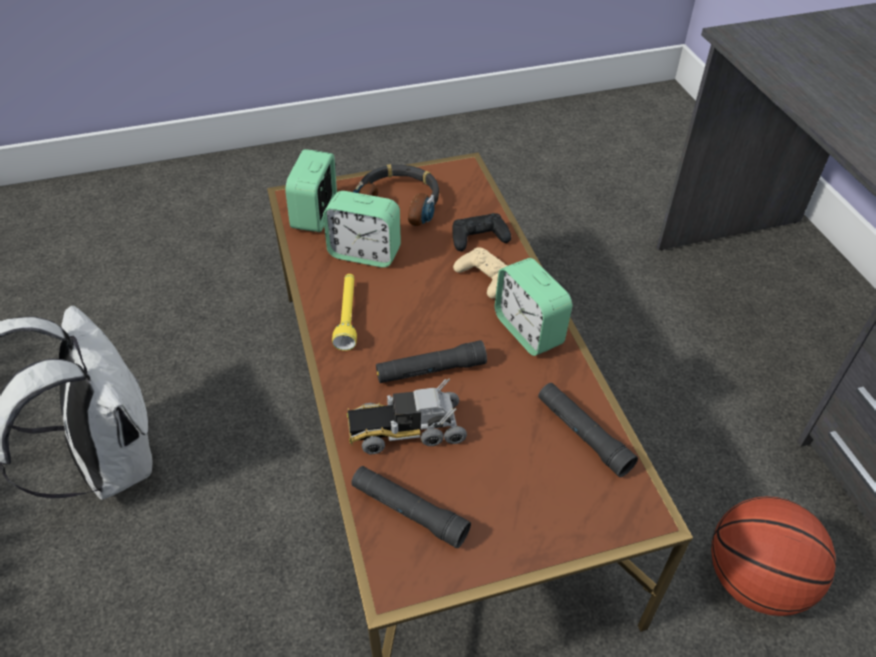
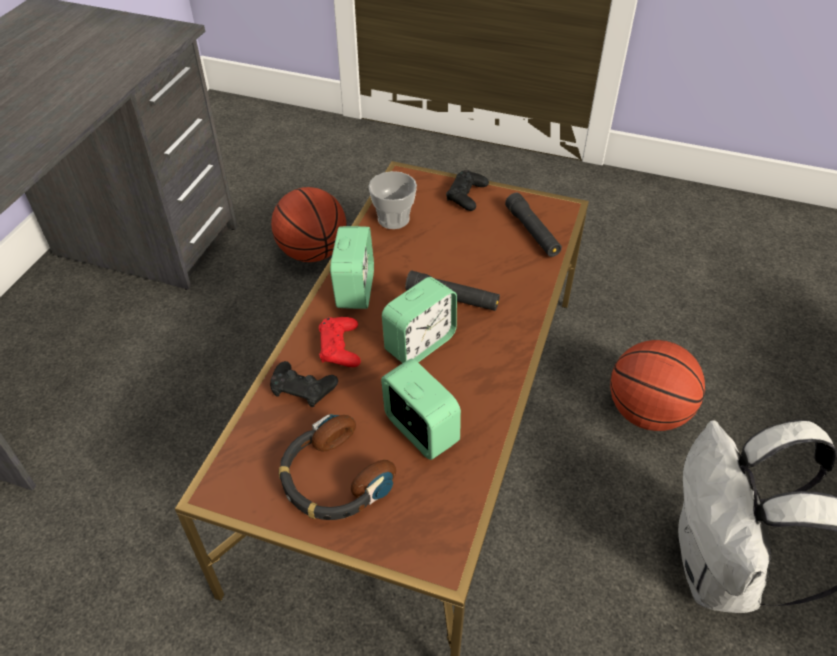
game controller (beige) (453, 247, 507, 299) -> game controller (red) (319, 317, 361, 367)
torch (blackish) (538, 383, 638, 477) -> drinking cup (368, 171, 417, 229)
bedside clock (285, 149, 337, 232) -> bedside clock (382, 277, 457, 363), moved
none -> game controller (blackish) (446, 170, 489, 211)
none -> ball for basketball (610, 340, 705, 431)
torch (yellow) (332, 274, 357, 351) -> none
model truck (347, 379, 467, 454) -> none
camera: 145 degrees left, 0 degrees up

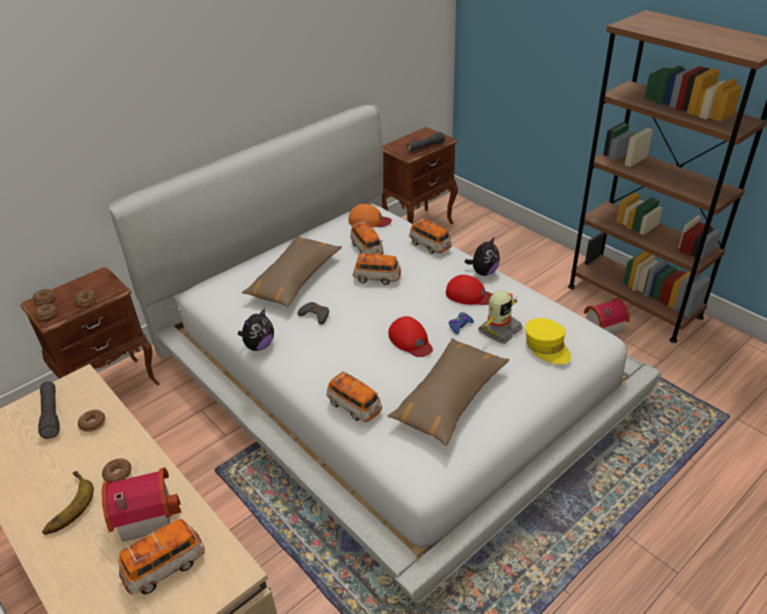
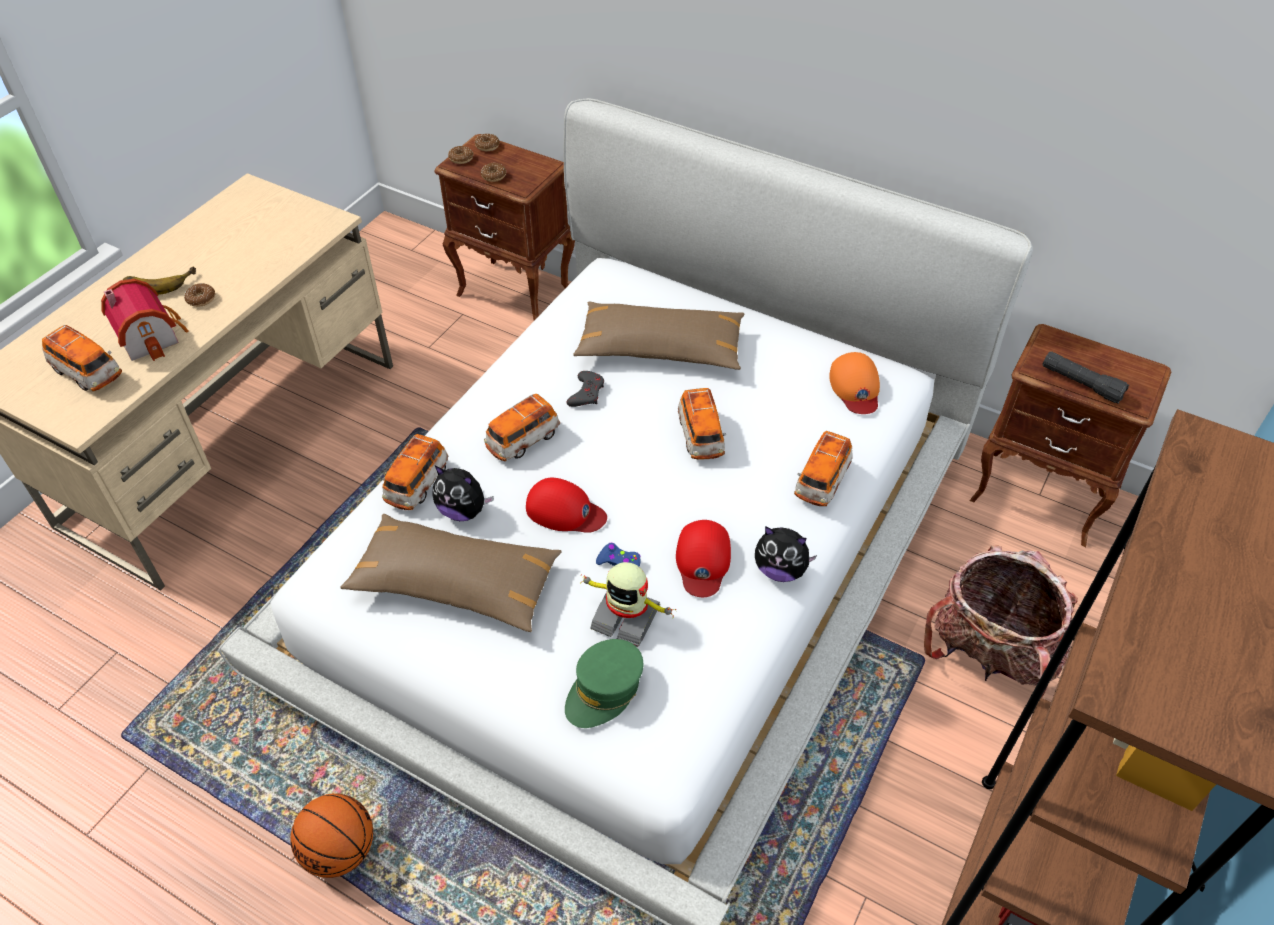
none -> ball for basketball (290, 794, 373, 878)
soft toy (238, 308, 274, 351) -> soft toy (433, 466, 494, 521), moved
miniature car (350, 221, 384, 254) -> miniature car (484, 394, 560, 461), moved
peaked cap (red) (388, 316, 433, 357) -> peaked cap (red) (526, 478, 607, 533), 105 degrees counterclockwise
peaked cap (yellow) (525, 318, 571, 364) -> peaked cap (green-coloured) (565, 639, 643, 728)
none -> backpack (924, 545, 1077, 698)
torch (blackish) (38, 381, 60, 439) -> none
ring doughnut (78, 410, 105, 432) -> none
model house (584, 298, 630, 335) -> none
camera: 70 degrees right, 10 degrees up

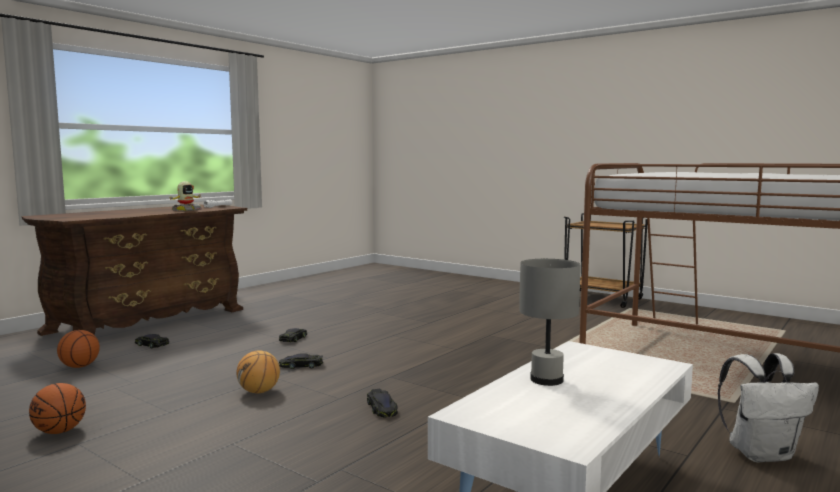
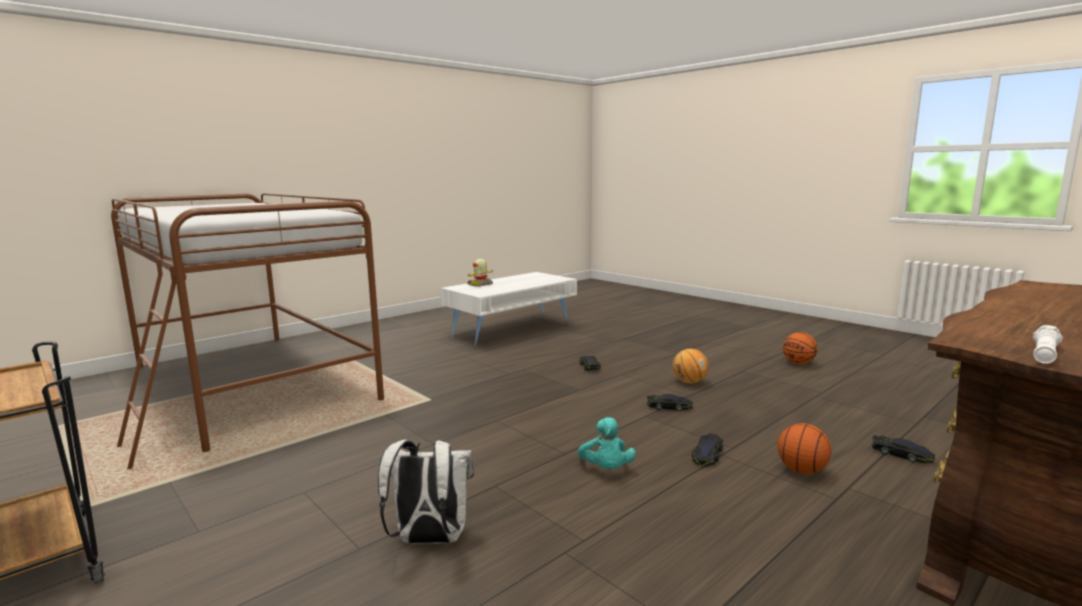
backpack (whitish) (717, 353, 819, 463) -> backpack (whitish) (378, 440, 474, 544), moved
toy robot (168, 181, 202, 211) -> toy robot (467, 259, 493, 287), moved
none -> soft toy (turquoise-coloured) (578, 417, 636, 469)
ball for basketball (57, 330, 100, 368) -> ball for basketball (778, 423, 831, 474), moved
lamp for a table (greyish) (519, 259, 580, 386) -> none
camera: 170 degrees left, 5 degrees up

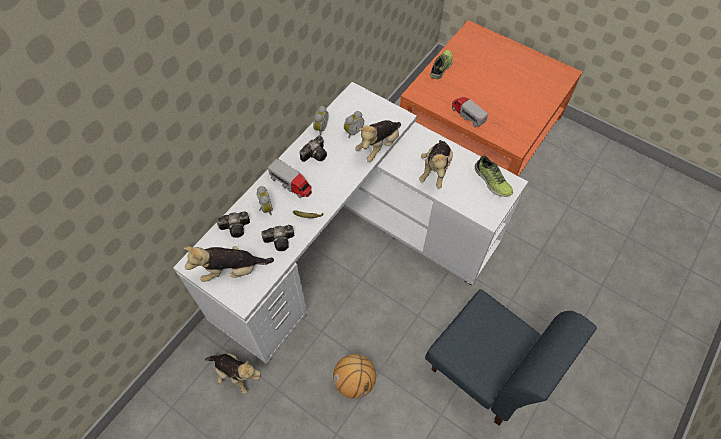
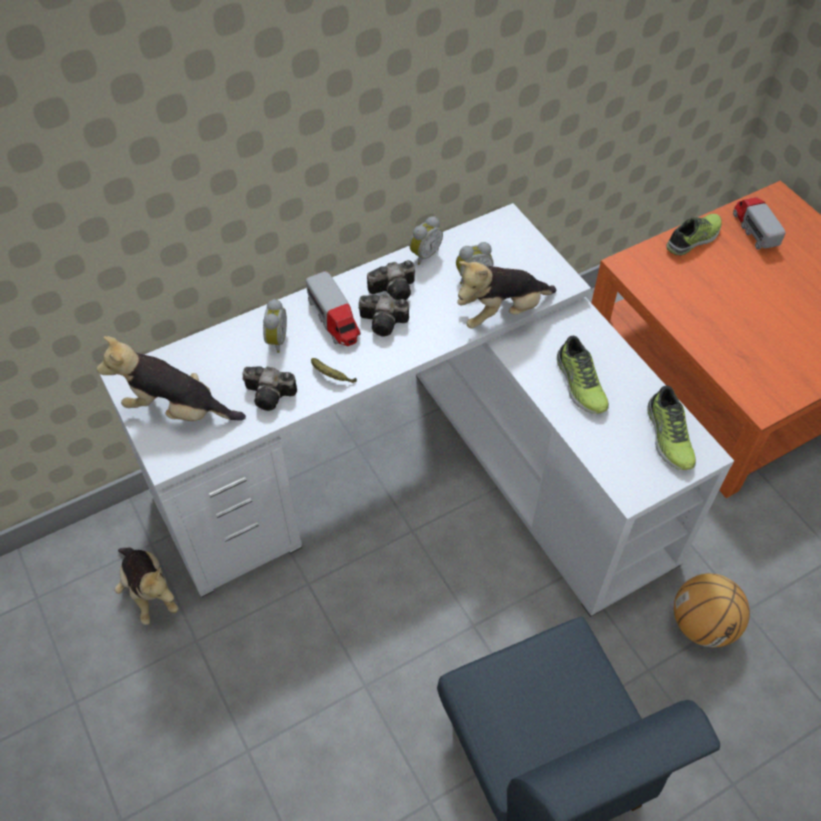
photo camera (217, 211, 250, 238) -> photo camera (359, 294, 409, 337), moved
soft toy (419, 140, 453, 188) -> low shoe (557, 336, 609, 414)
ball for basketball (333, 354, 376, 399) -> ball for basketball (674, 573, 750, 647), moved
model truck (452, 97, 488, 128) -> model truck (733, 197, 786, 250), moved
camera: 25 degrees right, 5 degrees down

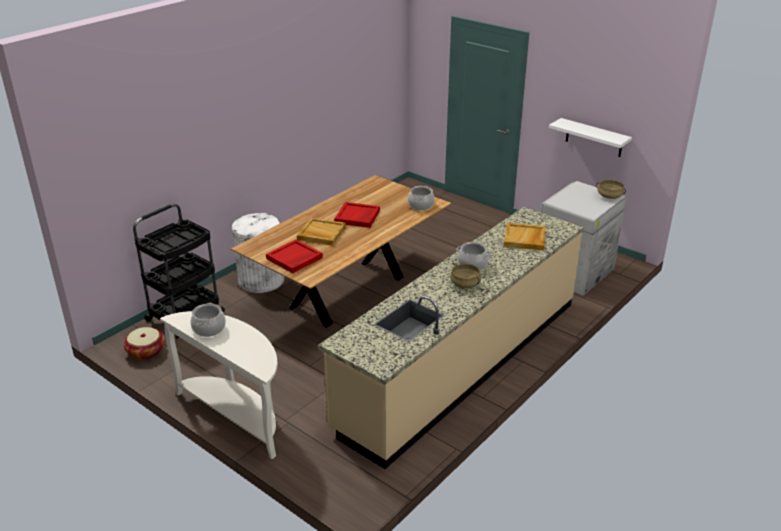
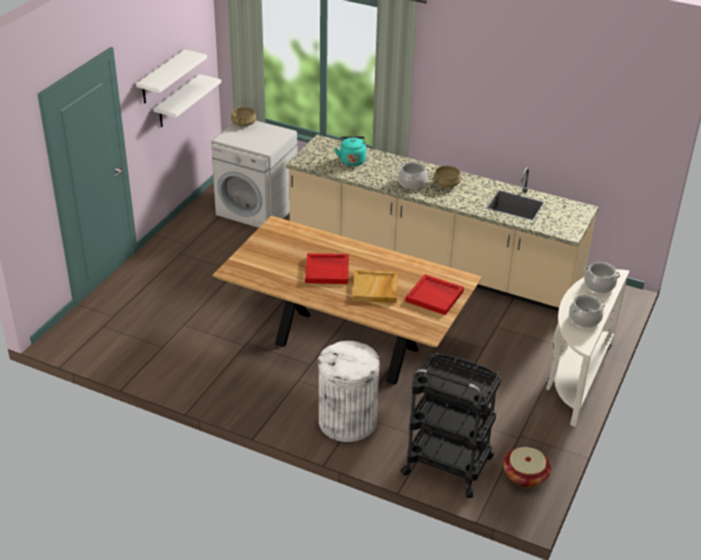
none -> wall shelf (whitish) (136, 50, 207, 104)
carrying tray (beige) (504, 223, 546, 250) -> tea kettle (turquoise-coloured) (335, 136, 366, 166)
saucepot (408, 186, 435, 210) -> saucepot (584, 262, 620, 293), moved
camera: 105 degrees left, 5 degrees up

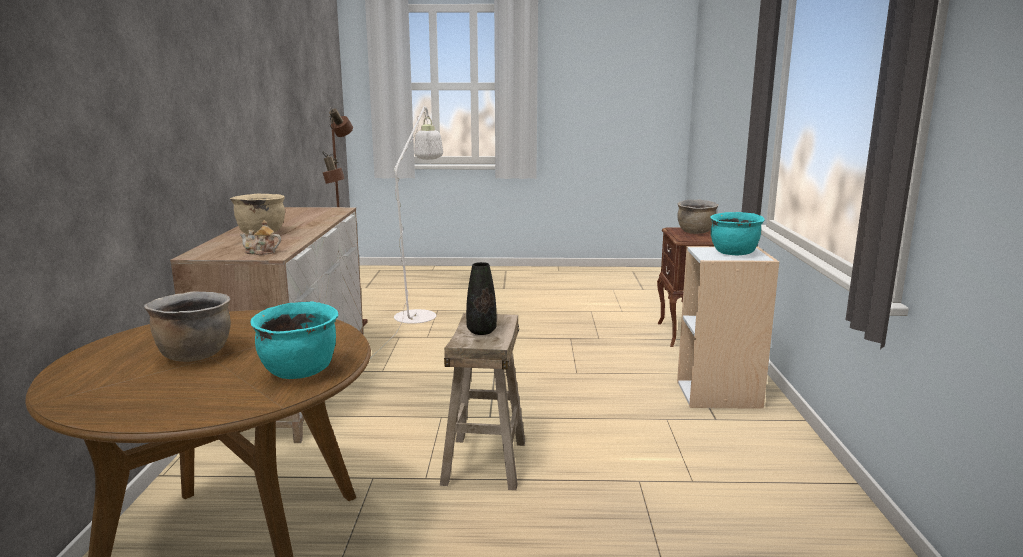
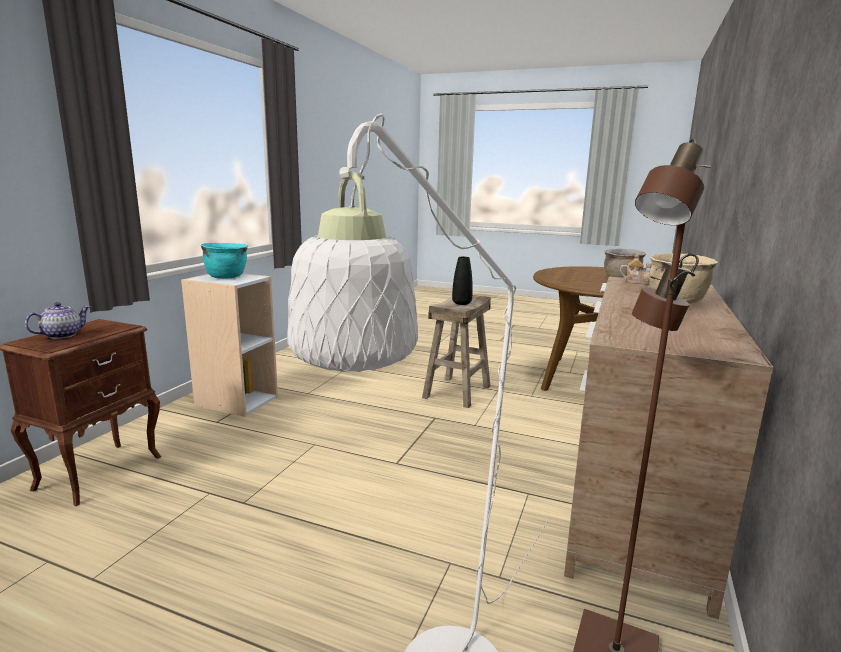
saucepot (brown-coloured) (677, 199, 719, 234) -> tea pot (25, 302, 90, 339)
saucepot (turquoise-coloured) (251, 301, 338, 379) -> none
camera: 160 degrees left, 0 degrees up

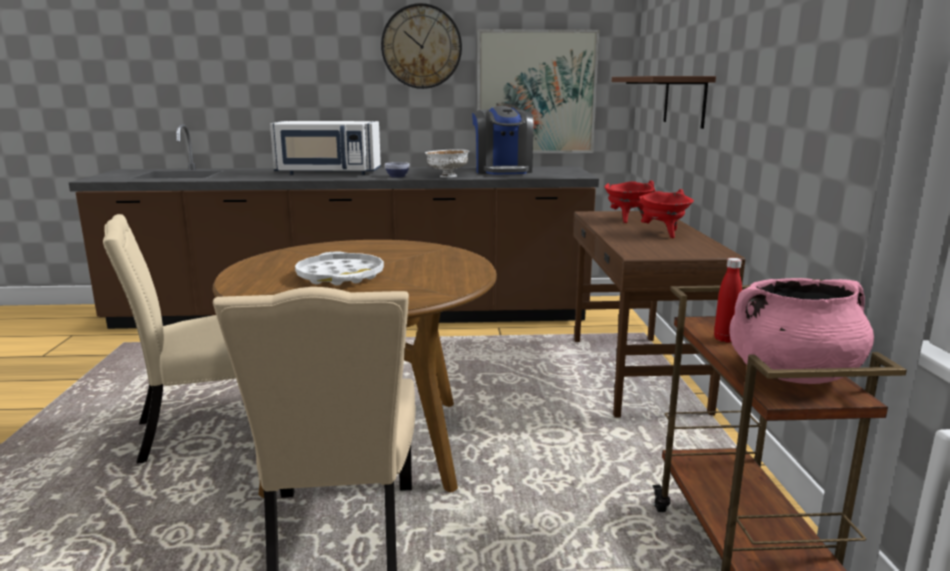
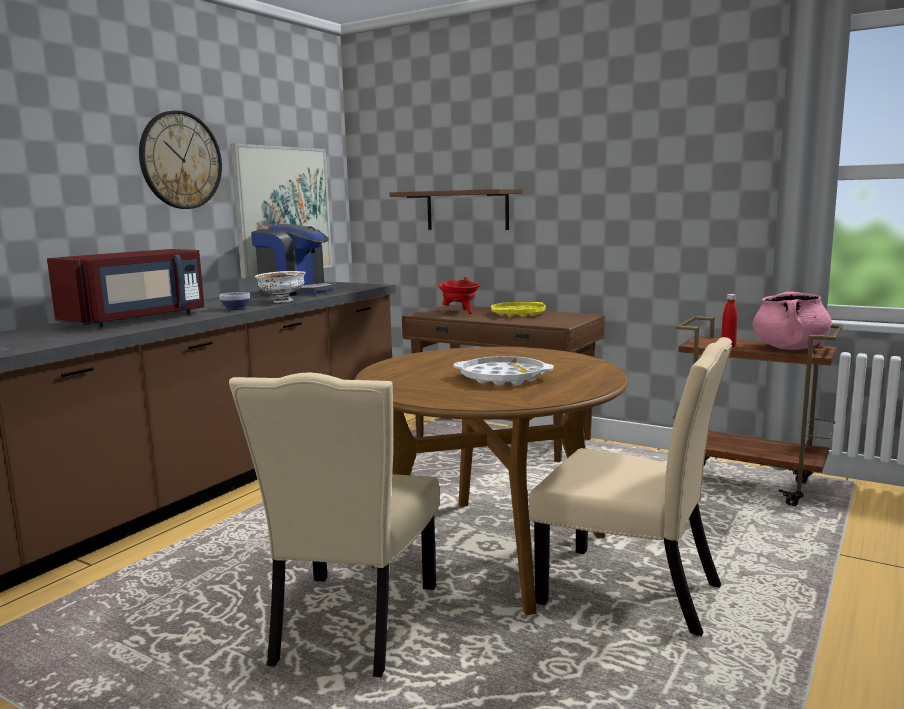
microwave (whitish) (270, 121, 381, 175) -> microwave (red) (47, 249, 205, 328)
saucepot (red) (639, 189, 694, 238) -> carrying tray (yellow) (491, 302, 546, 317)
camera: 55 degrees left, 5 degrees down

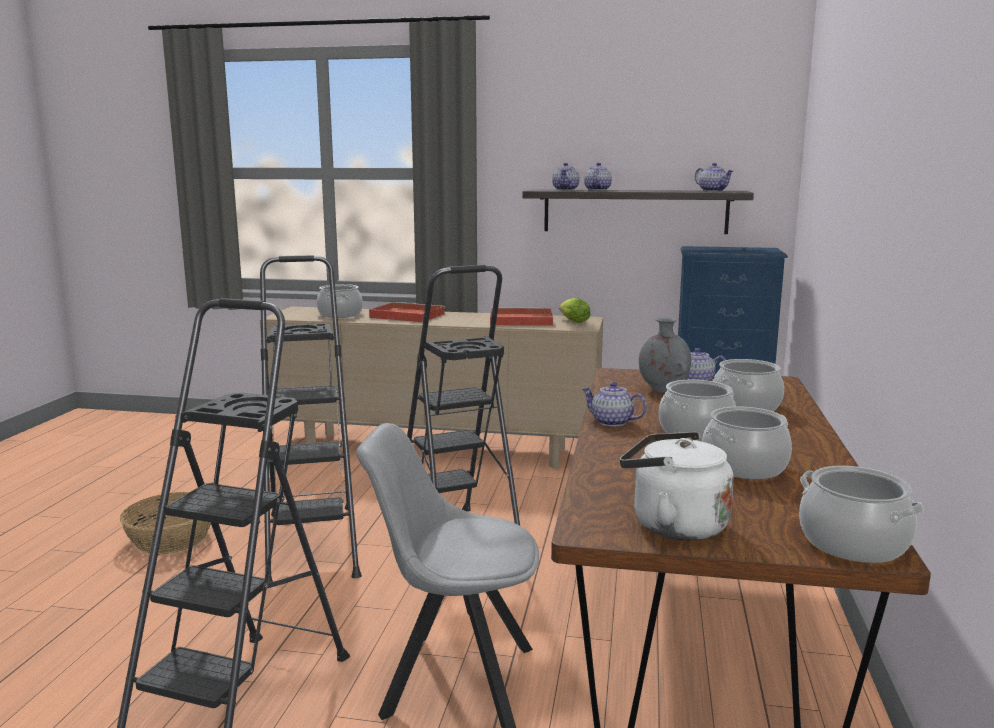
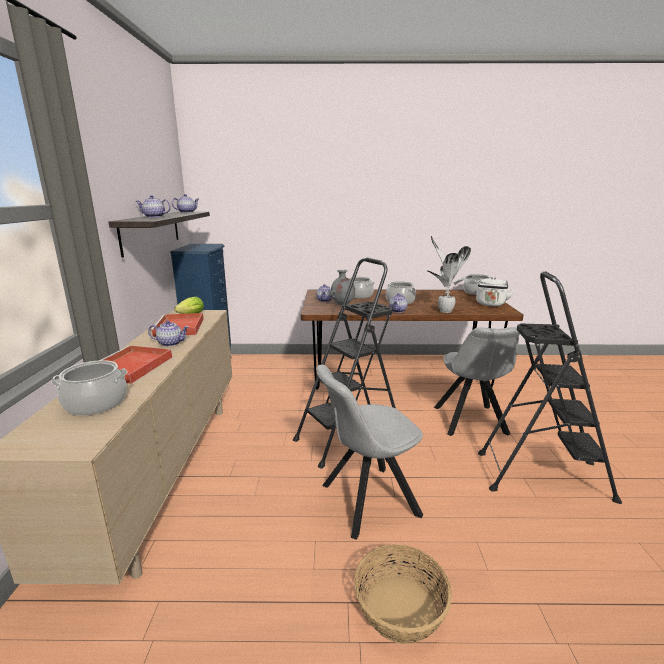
tea pot (552, 163, 579, 190) -> tea pot (148, 320, 189, 347), moved
step stool (260, 255, 362, 583) -> chair (greyish) (316, 365, 423, 540)
none -> plant in a pot (427, 236, 473, 313)
saucepot (702, 406, 792, 479) -> none
camera: 100 degrees left, 5 degrees up

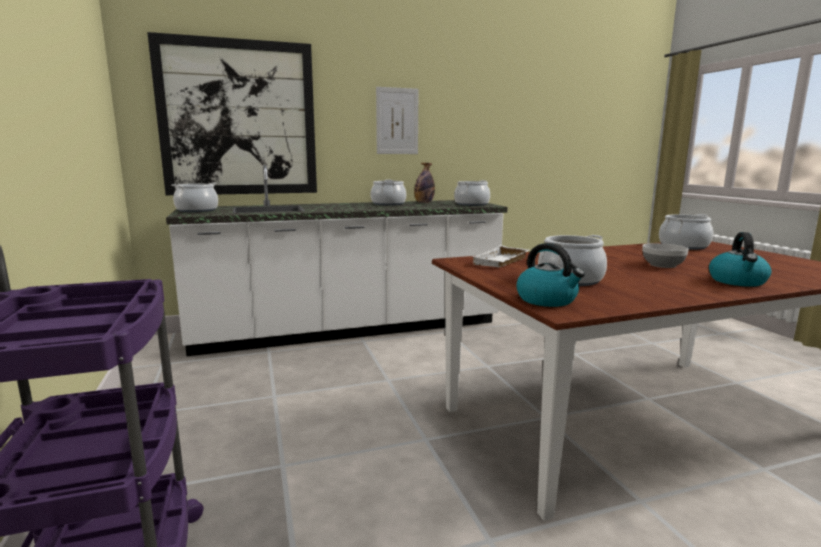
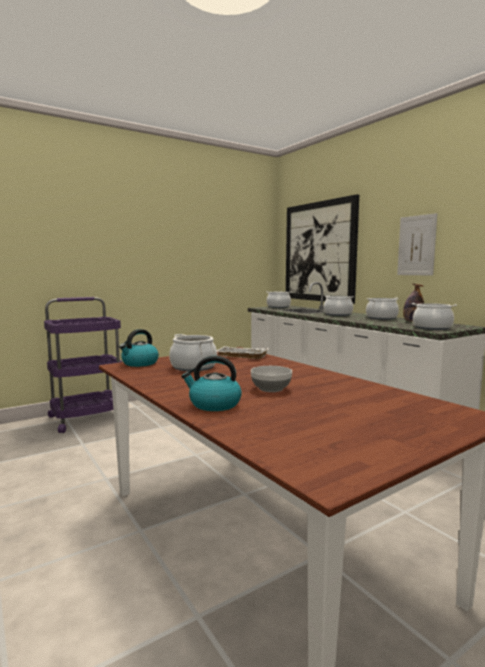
saucepot (659, 214, 713, 250) -> saucepot (323, 295, 353, 316), moved
camera: 75 degrees right, 5 degrees down

